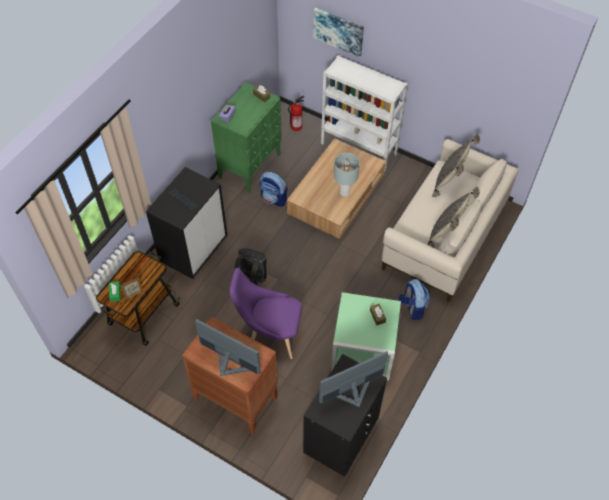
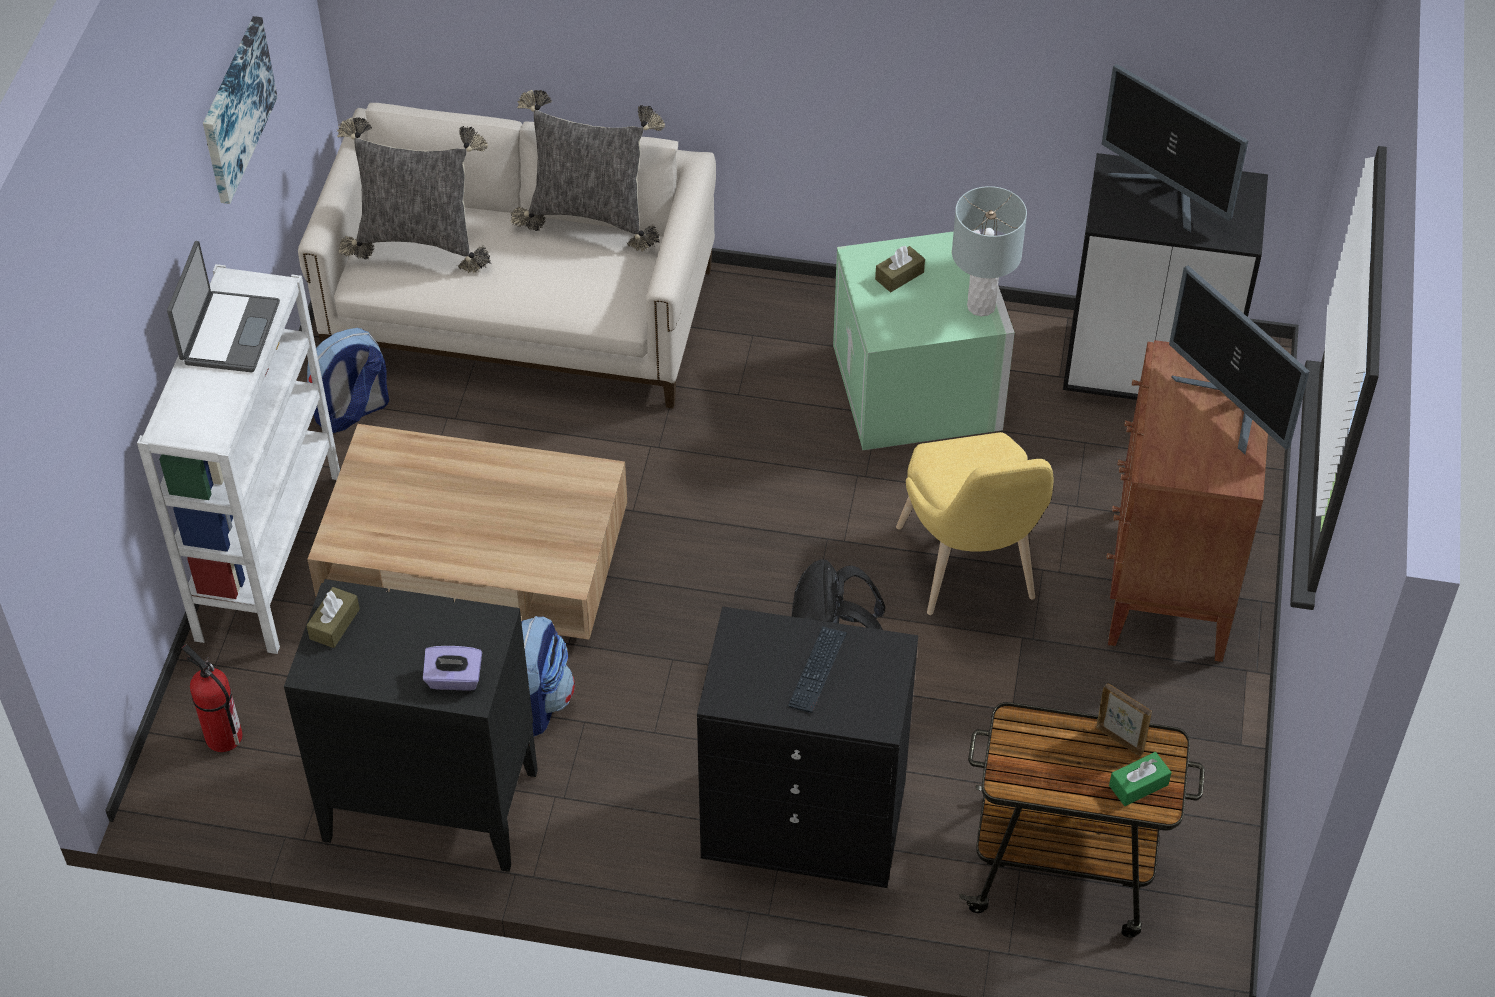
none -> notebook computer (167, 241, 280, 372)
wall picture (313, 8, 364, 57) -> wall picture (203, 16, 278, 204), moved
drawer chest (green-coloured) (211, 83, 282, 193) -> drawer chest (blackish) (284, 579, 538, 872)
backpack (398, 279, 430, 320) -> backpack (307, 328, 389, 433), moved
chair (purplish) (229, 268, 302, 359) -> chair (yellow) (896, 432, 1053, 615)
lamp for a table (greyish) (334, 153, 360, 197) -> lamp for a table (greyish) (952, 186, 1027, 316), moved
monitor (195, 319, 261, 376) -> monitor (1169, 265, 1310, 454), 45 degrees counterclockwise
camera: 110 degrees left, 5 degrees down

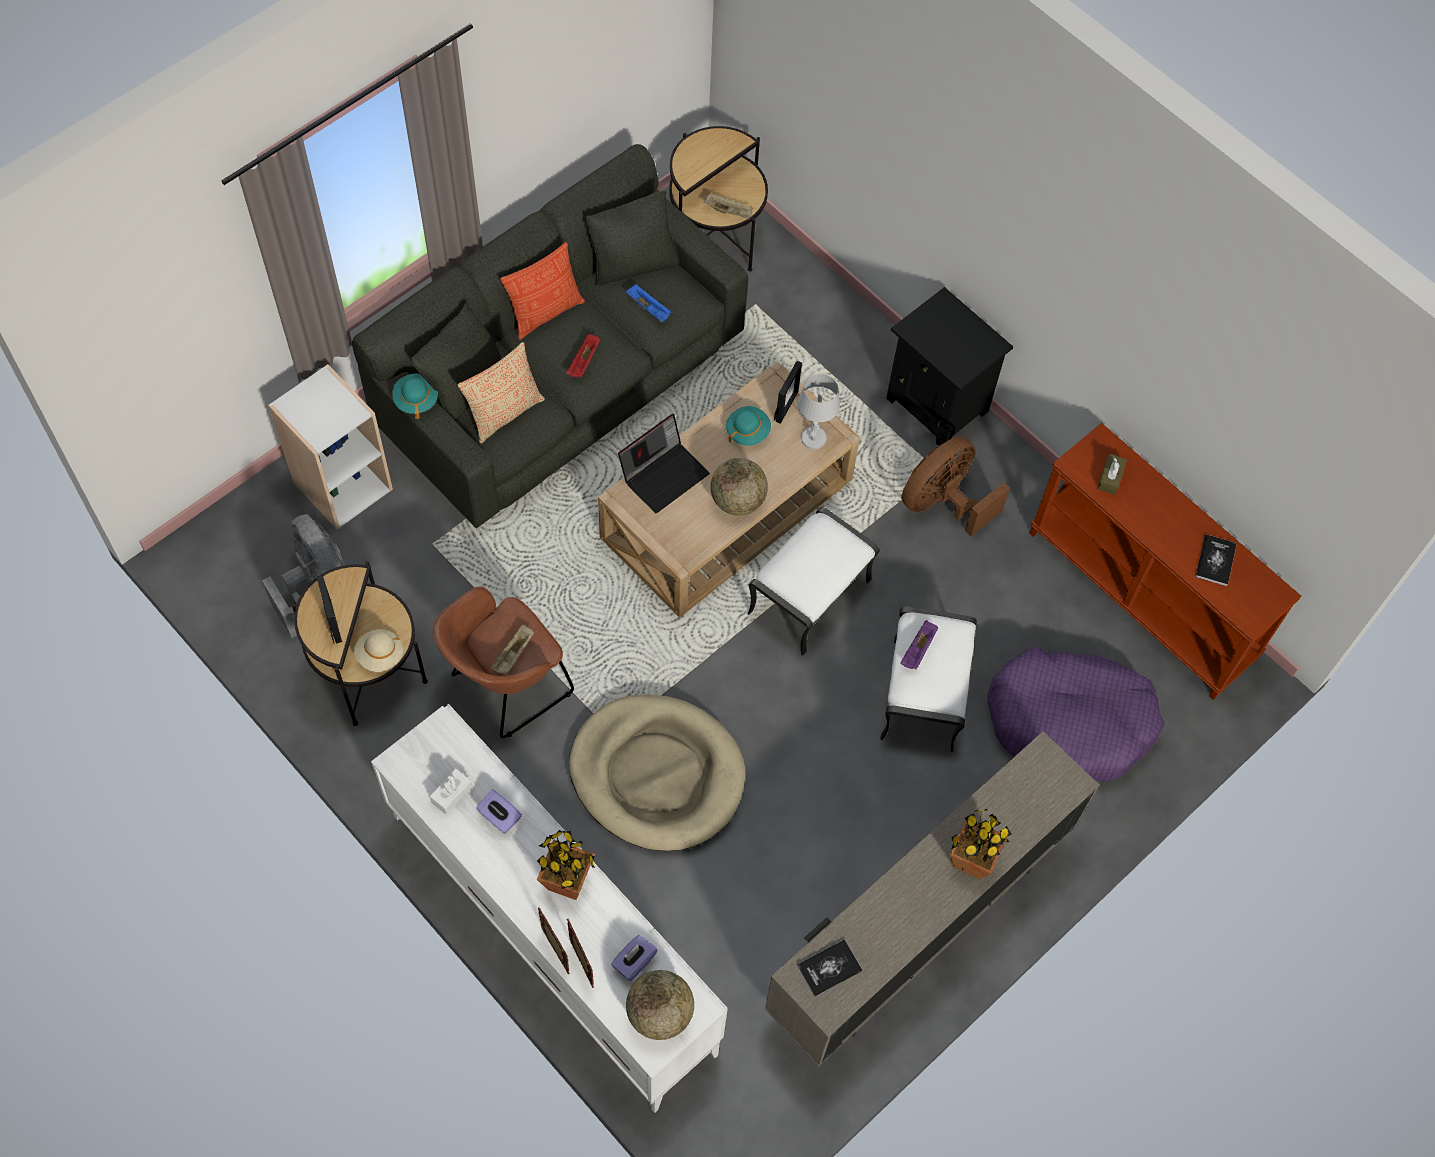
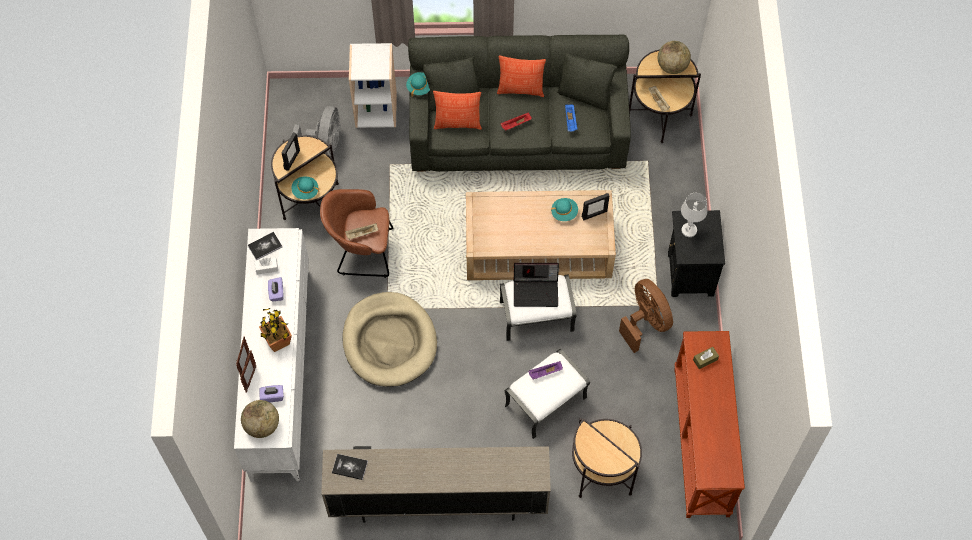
volume (1196, 534, 1237, 586) -> volume (248, 232, 282, 260), moved
wearable hat (beige) (354, 629, 403, 672) -> wearable hat (turquoise-coloured) (292, 176, 319, 199)
cushion (beige) (458, 342, 545, 444) -> cushion (orangey) (433, 91, 482, 130)
notebook computer (618, 414, 710, 513) -> notebook computer (514, 263, 559, 307), moved
pet bed (purplish) (987, 647, 1164, 782) -> accent table (572, 418, 642, 498)
cooling fan (brown-coloured) (901, 436, 1010, 536) -> cooling fan (brown-coloured) (619, 279, 673, 353), 60 degrees clockwise
world globe (711, 458, 768, 516) -> world globe (658, 41, 691, 74), moved
lamp for a table (whitish) (798, 374, 840, 449) -> lamp for a table (whitish) (681, 193, 707, 237), moved
plant in a pot (950, 809, 1012, 879) -> none
camera: 45 degrees right, 0 degrees up

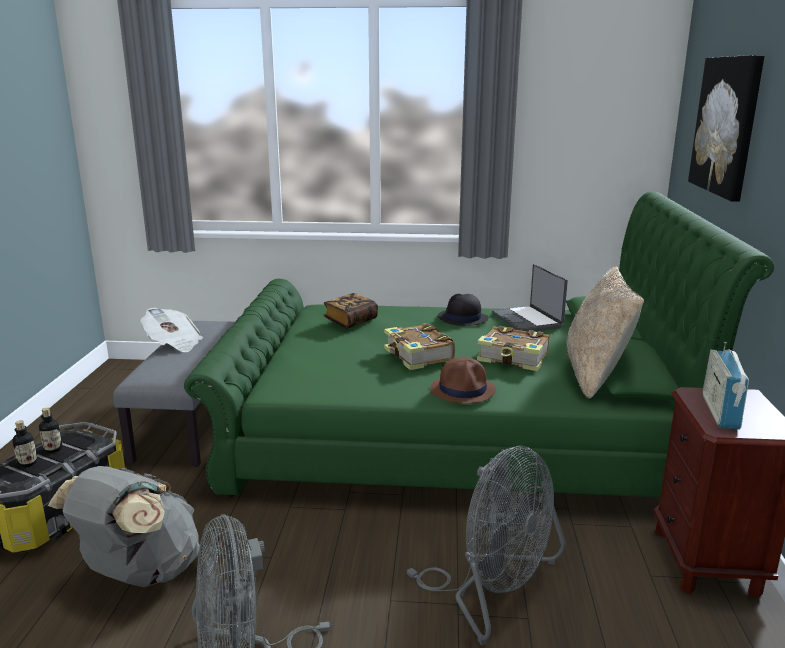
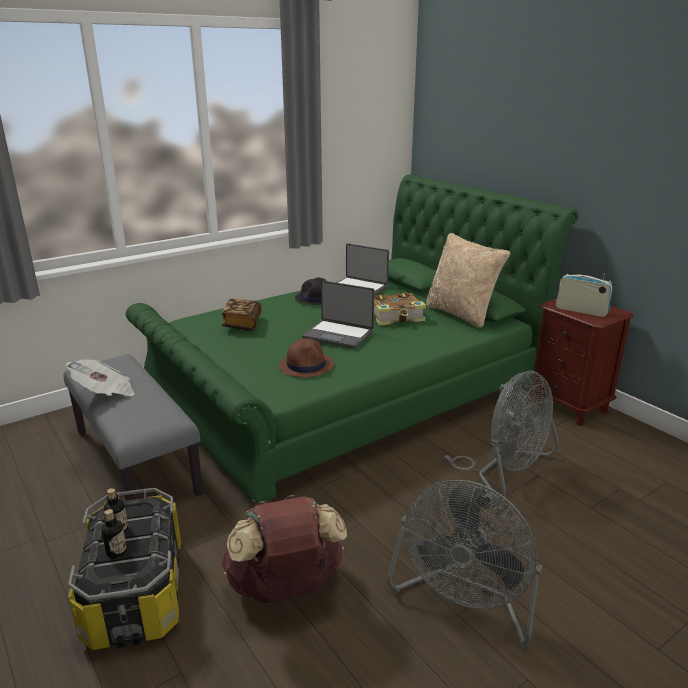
backpack (greyish) (48, 466, 200, 587) -> backpack (brown-coloured) (222, 495, 347, 603)
wearable hat (brown-coloured) (430, 357, 496, 403) -> wearable hat (brown-coloured) (279, 339, 334, 377), moved
volume (384, 323, 455, 370) -> notebook computer (302, 280, 375, 349)
cooling fan (greyish) (407, 446, 565, 645) -> cooling fan (greyish) (443, 371, 559, 504), 45 degrees clockwise
radio set (703, 342, 749, 430) -> radio set (556, 273, 612, 317), 150 degrees clockwise
wall picture (688, 55, 765, 202) -> none
camera: 40 degrees left, 5 degrees up

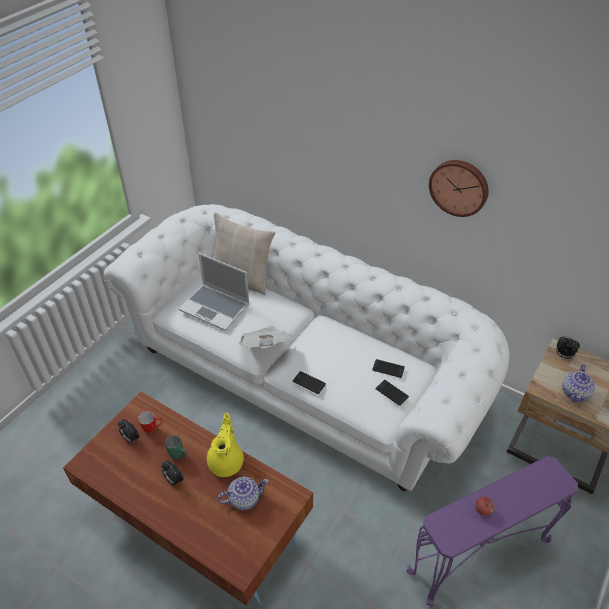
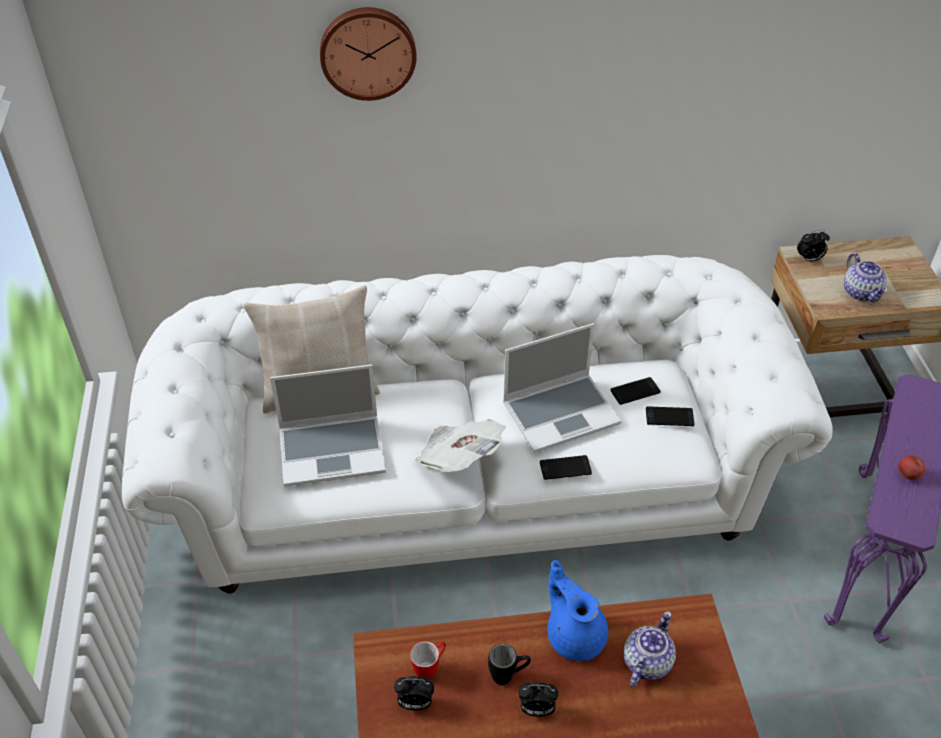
hanging clock (429, 160, 489, 217) -> hanging clock (320, 7, 417, 101), moved
tea mug (green-coloured) (165, 435, 187, 460) -> tea mug (blackish) (488, 644, 531, 685)
none -> notebook computer (503, 323, 622, 453)
tea pot (yellow) (207, 412, 244, 477) -> tea pot (blue-coloured) (547, 560, 608, 661)
camera: 40 degrees left, 0 degrees up

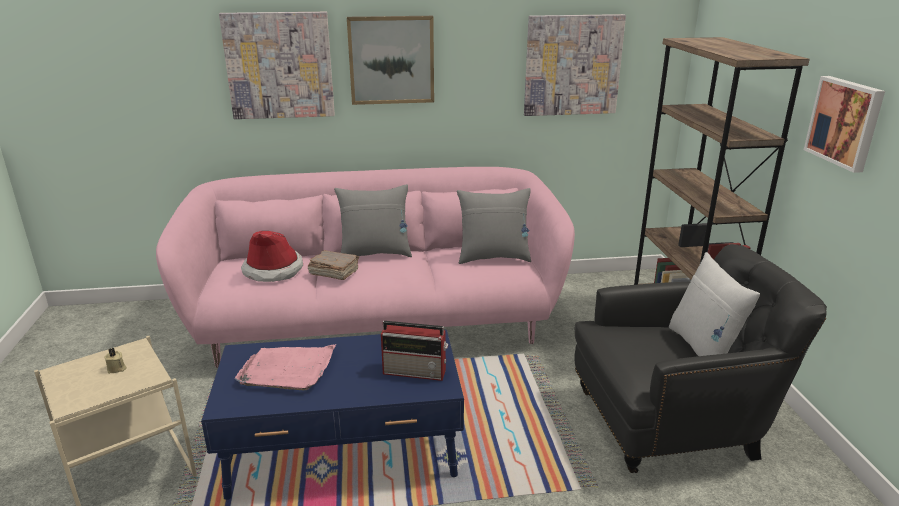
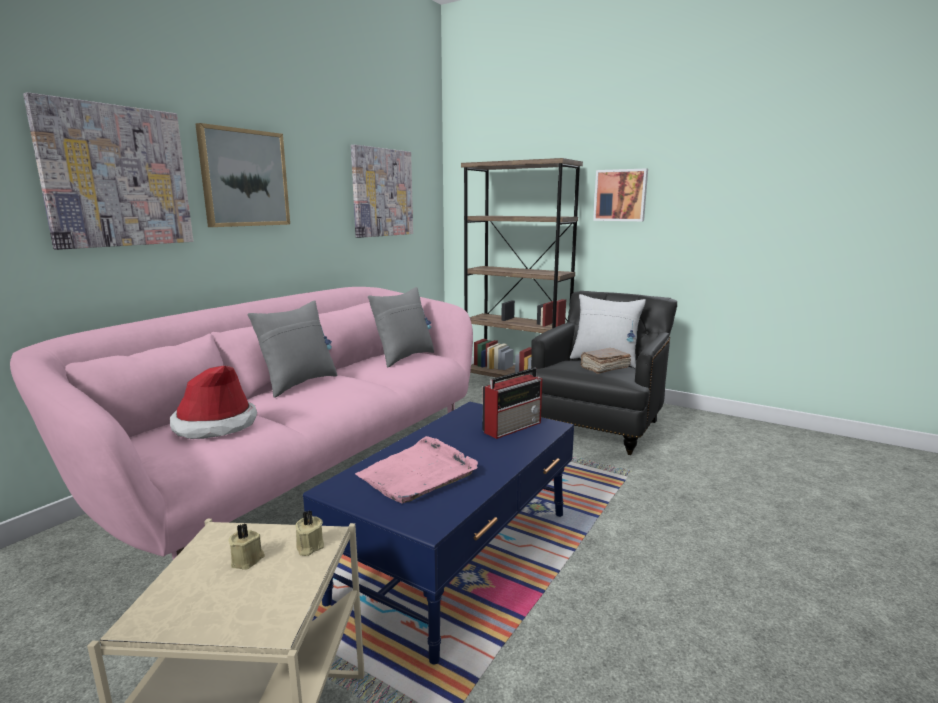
none -> candle (beige) (296, 511, 324, 556)
volume (brown-coloured) (308, 250, 359, 280) -> volume (brown-coloured) (580, 348, 631, 374), moved
camera: 50 degrees left, 10 degrees down

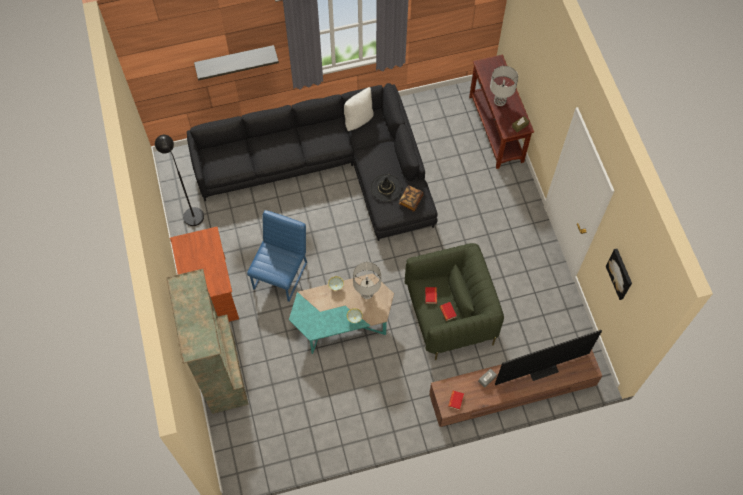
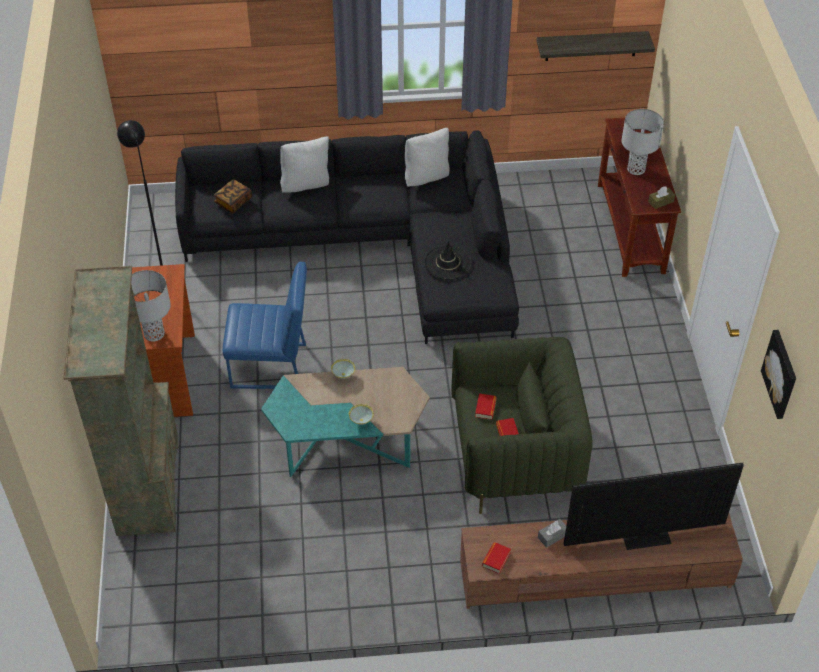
lamp for a table (whitish) (353, 262, 381, 299) -> lamp for a table (whitish) (131, 270, 171, 342), moved
volume (399, 185, 424, 211) -> volume (214, 179, 252, 214), moved
chair (blue-coloured) (247, 210, 307, 302) -> chair (blue-coloured) (223, 262, 307, 389), 60 degrees clockwise
none -> cushion (whitish) (280, 137, 329, 193)
wall shelf (194, 45, 279, 81) -> wall shelf (536, 31, 655, 61), moved
camera: 10 degrees right, 15 degrees down

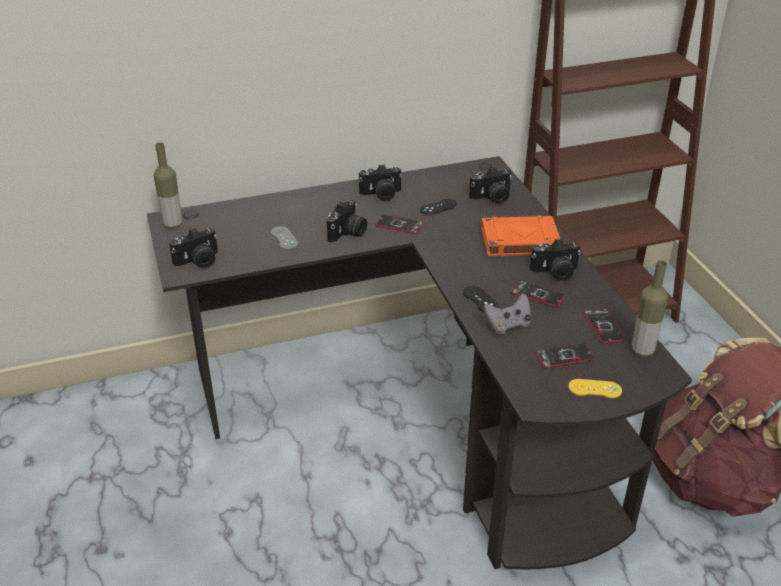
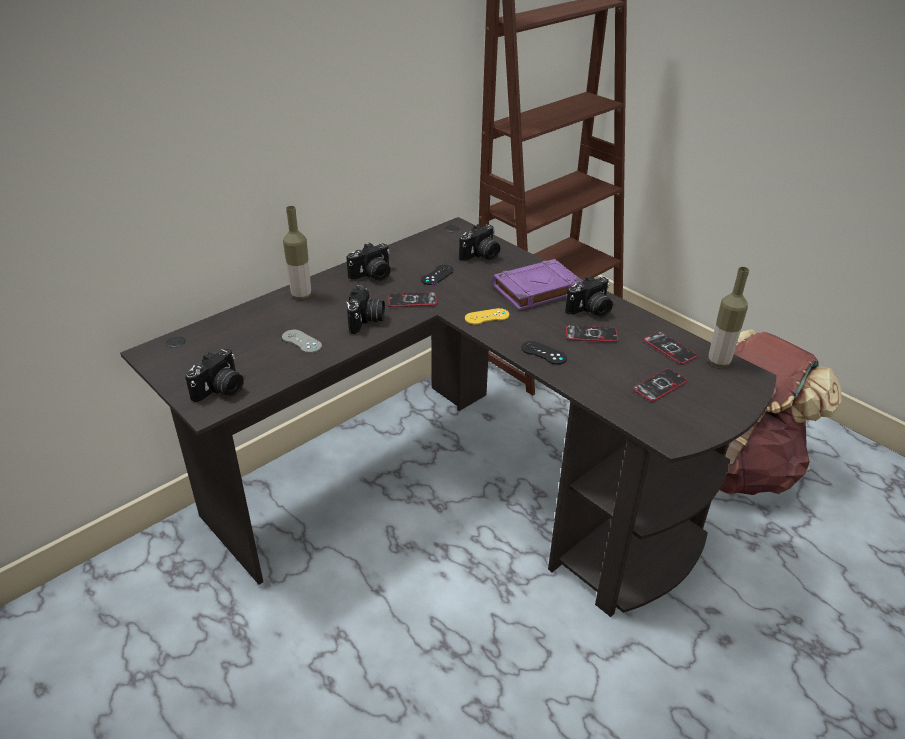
bottle (154, 143, 182, 229) -> bottle (283, 206, 311, 299), moved
game controller (yellow) (568, 379, 622, 398) -> game controller (yellow) (465, 308, 509, 325), moved
volume (orangey) (481, 215, 560, 257) -> volume (purplish) (492, 259, 583, 310)
game controller (greyish) (483, 293, 531, 334) -> none
camera: 25 degrees left, 0 degrees up

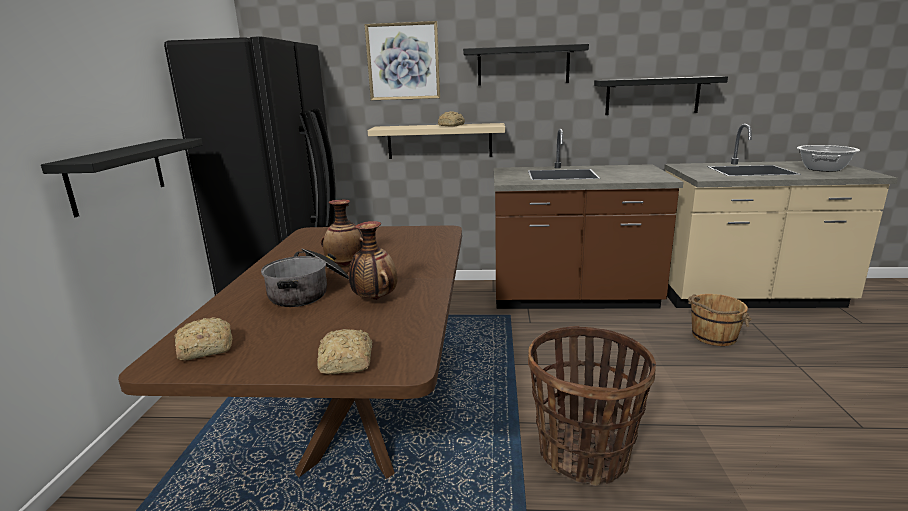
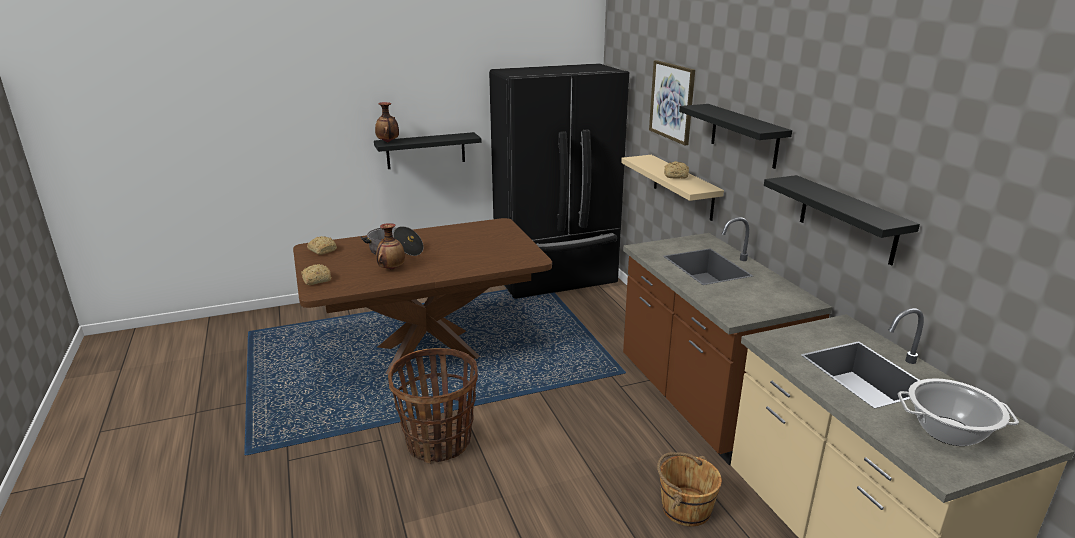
flower vase (321, 200, 363, 266) -> flower vase (375, 102, 399, 142), moved
camera: 65 degrees right, 5 degrees up

